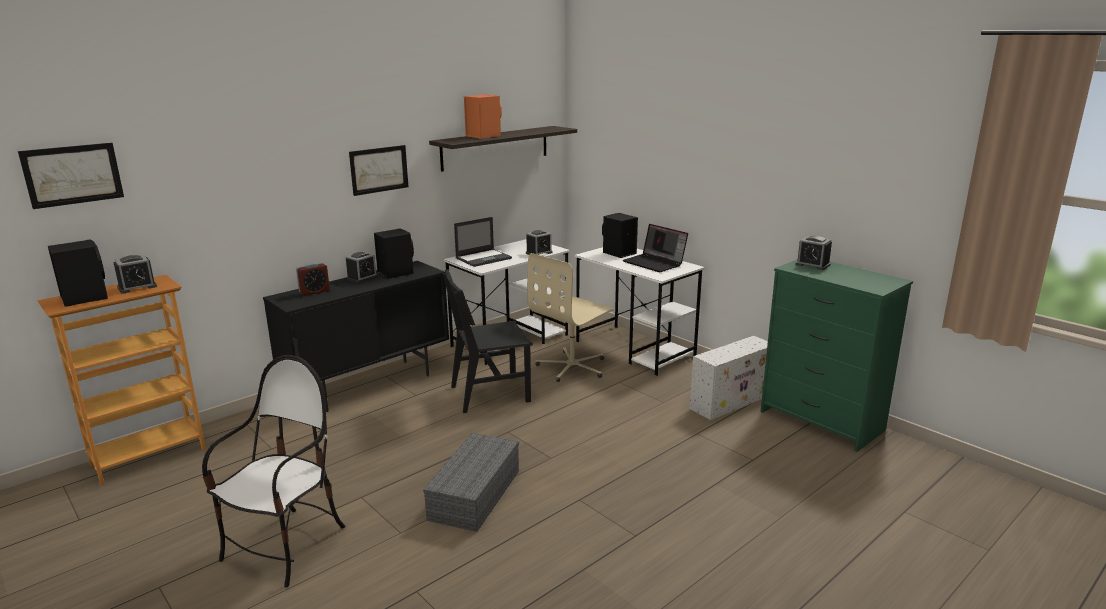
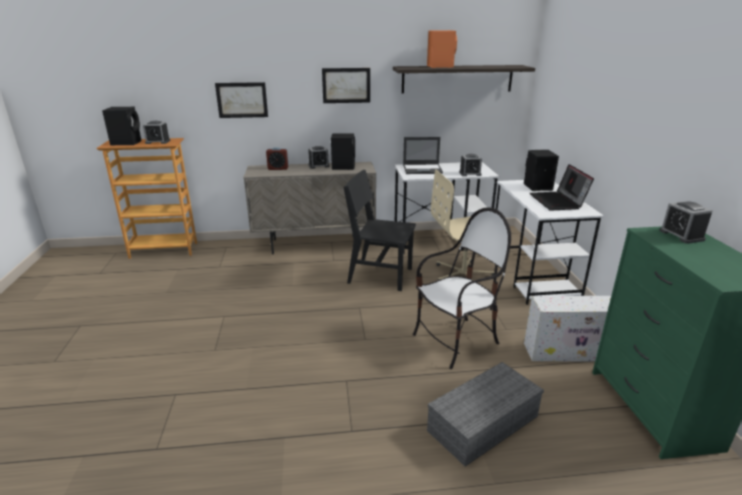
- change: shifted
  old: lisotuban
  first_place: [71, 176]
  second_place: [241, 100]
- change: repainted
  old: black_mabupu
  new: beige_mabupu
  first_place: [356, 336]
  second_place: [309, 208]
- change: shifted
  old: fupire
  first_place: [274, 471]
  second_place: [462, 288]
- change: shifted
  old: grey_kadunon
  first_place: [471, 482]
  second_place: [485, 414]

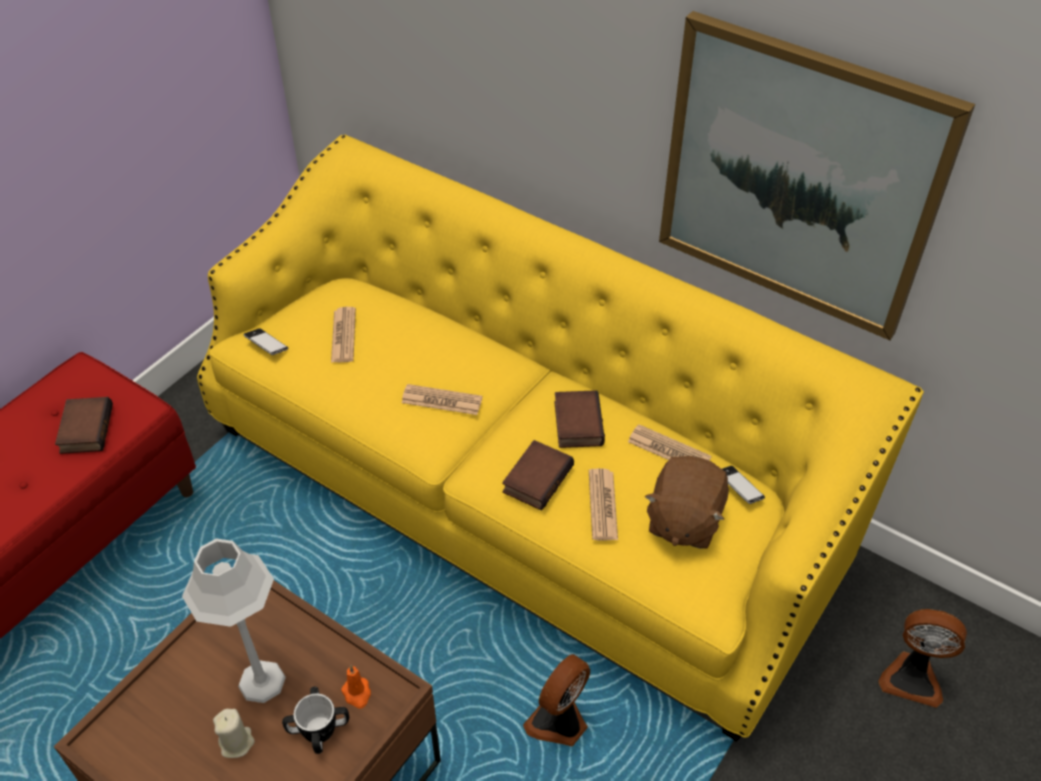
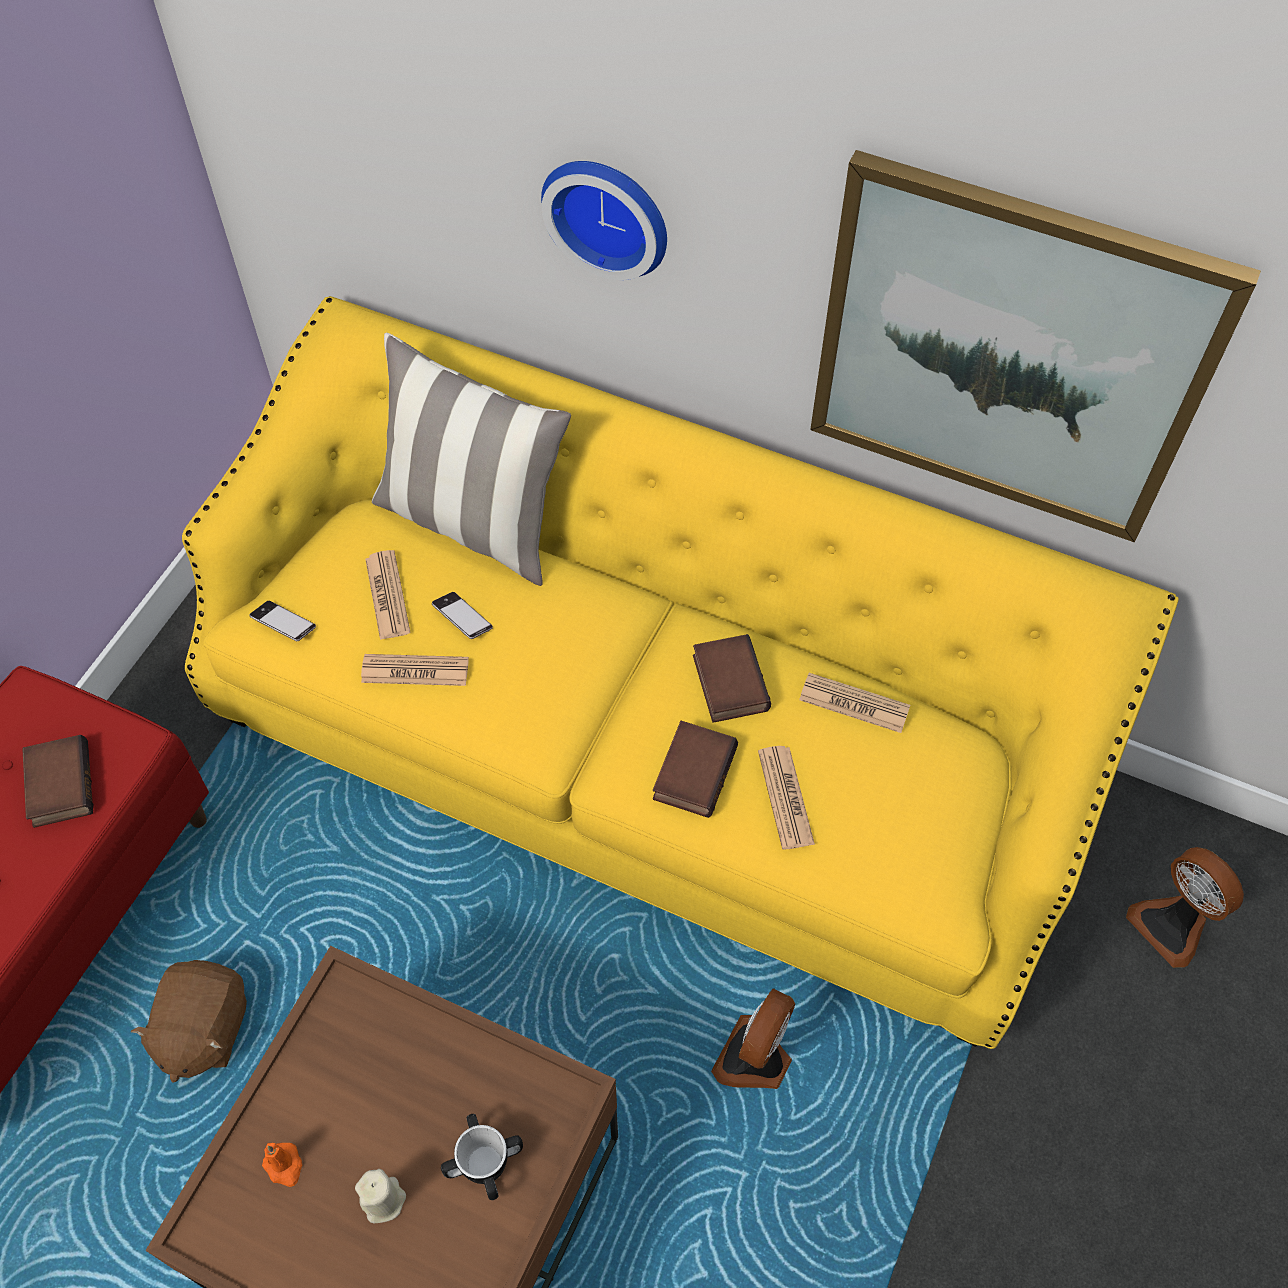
- change: shifted
  old: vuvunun
  first_place: [442, 399]
  second_place: [415, 670]
- change: shifted
  old: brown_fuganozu
  first_place: [687, 502]
  second_place: [189, 1021]
- change: shifted
  old: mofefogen
  first_place: [743, 485]
  second_place: [462, 615]
- change: gone
  old: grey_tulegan
  first_place: [234, 621]
- change: rotated
  old: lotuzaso
  first_place: [923, 658]
  second_place: [1185, 907]
  degrees: 45
- change: shifted
  old: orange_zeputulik
  first_place: [356, 687]
  second_place: [282, 1165]
- change: new
  new: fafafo
  second_place: [604, 220]
- change: new
  new: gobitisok
  second_place: [471, 459]

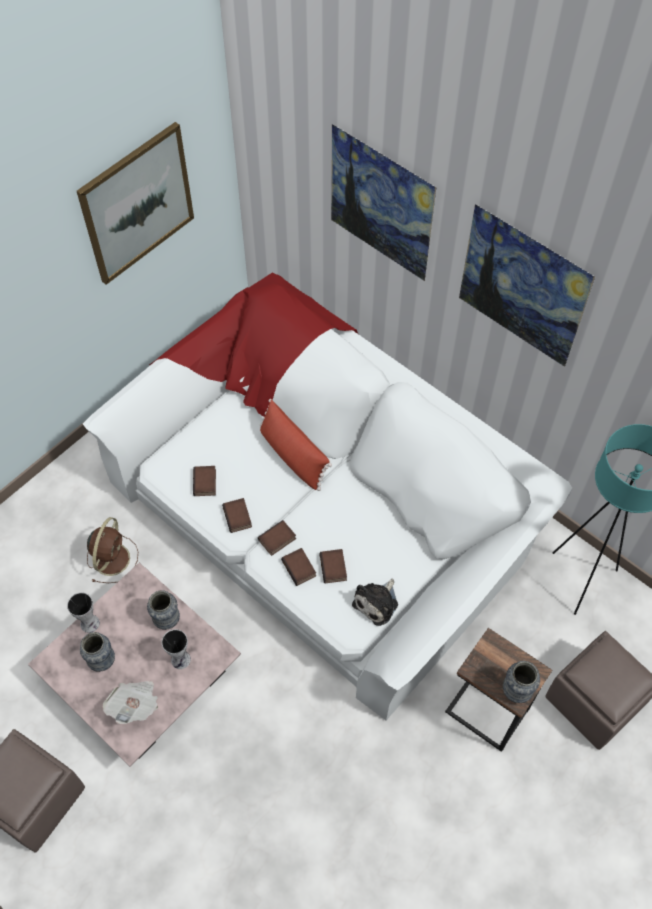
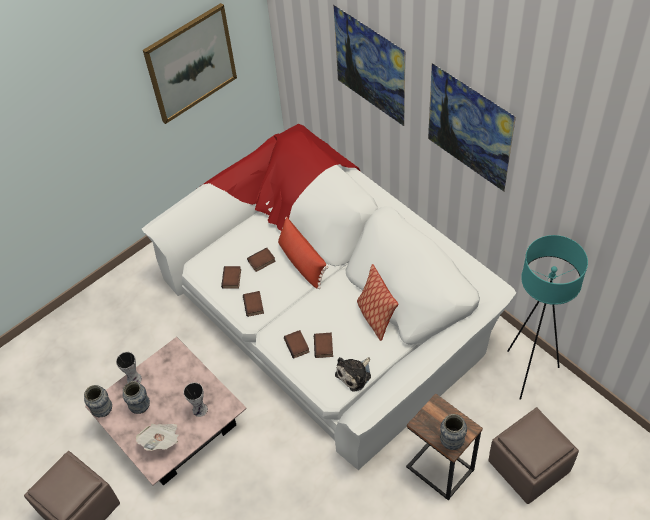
- change: gone
  old: brown_lotuzaso
  first_place: [112, 550]
- change: shifted
  old: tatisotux
  first_place: [277, 538]
  second_place: [261, 259]
- change: shifted
  old: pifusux
  first_place: [163, 610]
  second_place: [98, 401]
- change: new
  new: gobitisok
  second_place: [377, 302]

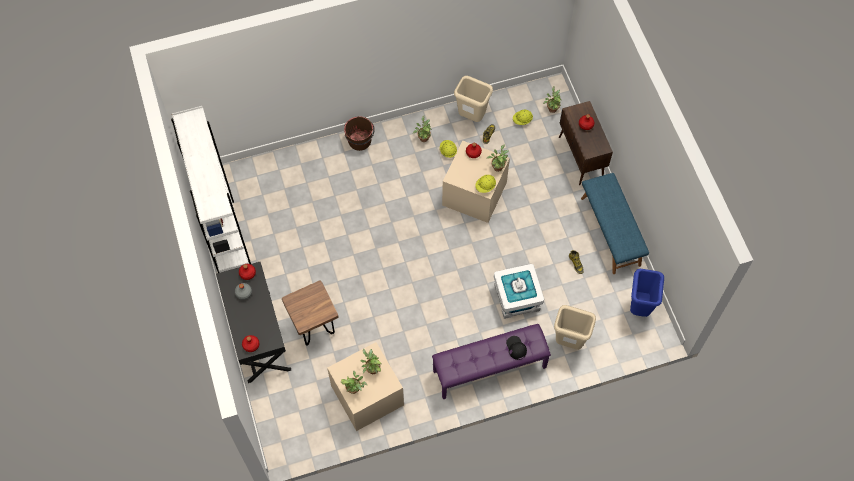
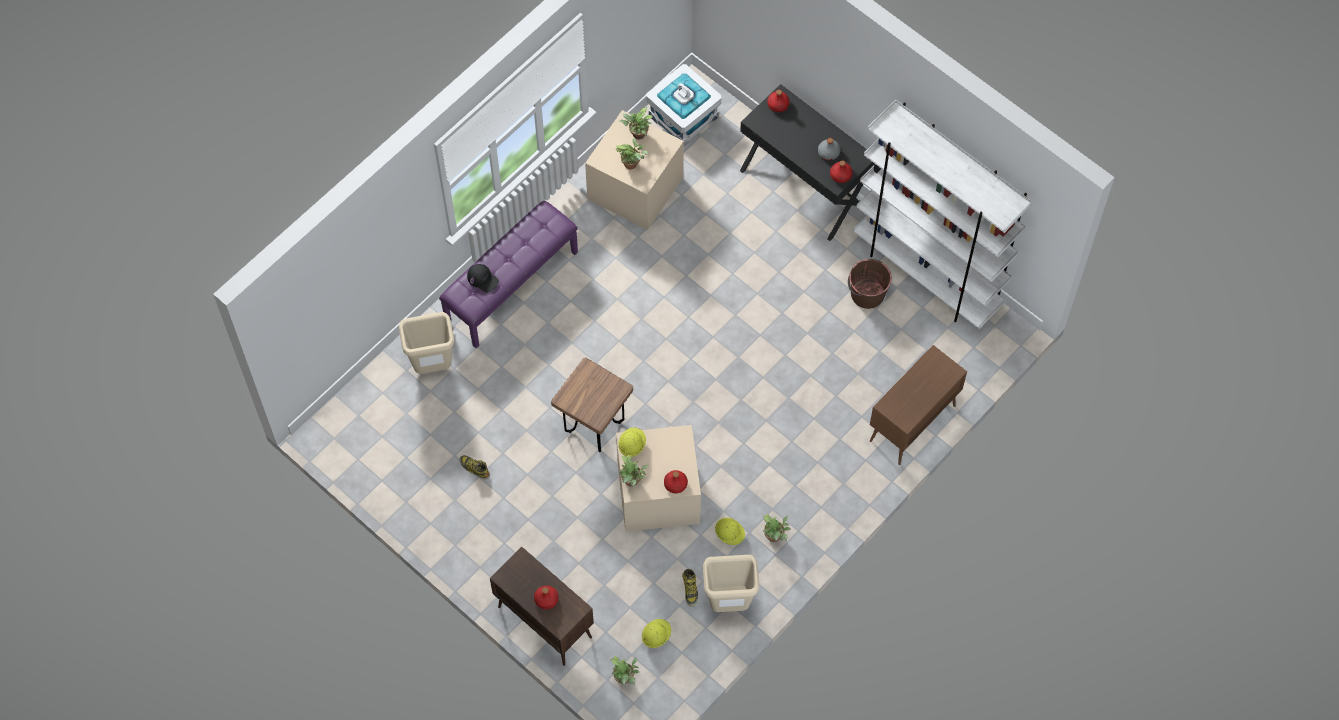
- change: shifted
  old: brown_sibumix
  first_place: [359, 133]
  second_place: [870, 284]
- change: gone
  old: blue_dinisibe
  first_place: [615, 223]
- change: shifted
  old: white_kadunon
  first_place: [519, 291]
  second_place: [683, 105]
- change: gone
  old: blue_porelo
  first_place: [647, 293]
- change: shifted
  old: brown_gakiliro
  first_place: [310, 313]
  second_place: [592, 404]
- change: new
  new: brown_mabupu
  second_place: [918, 405]

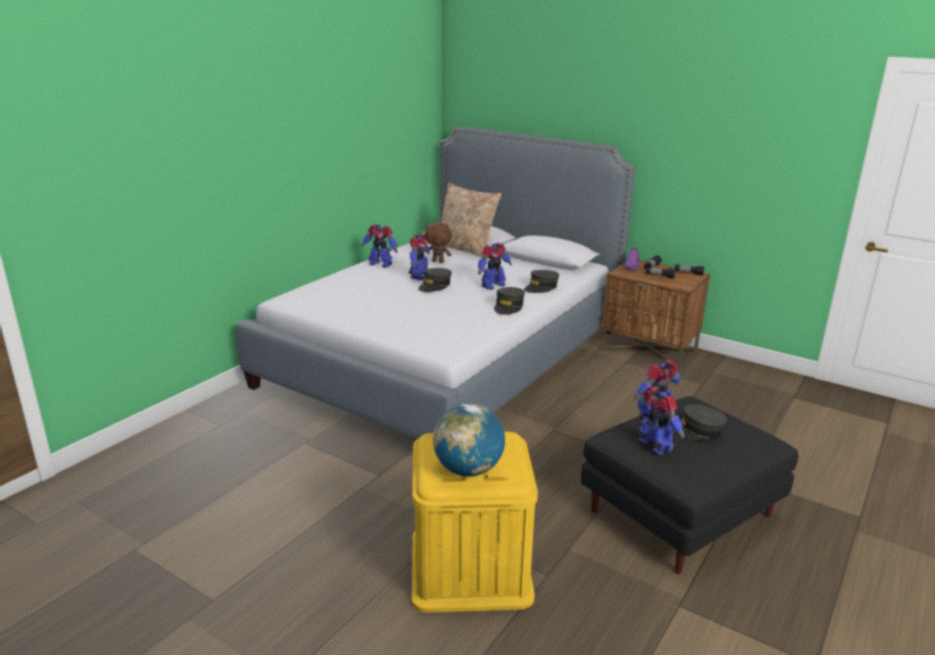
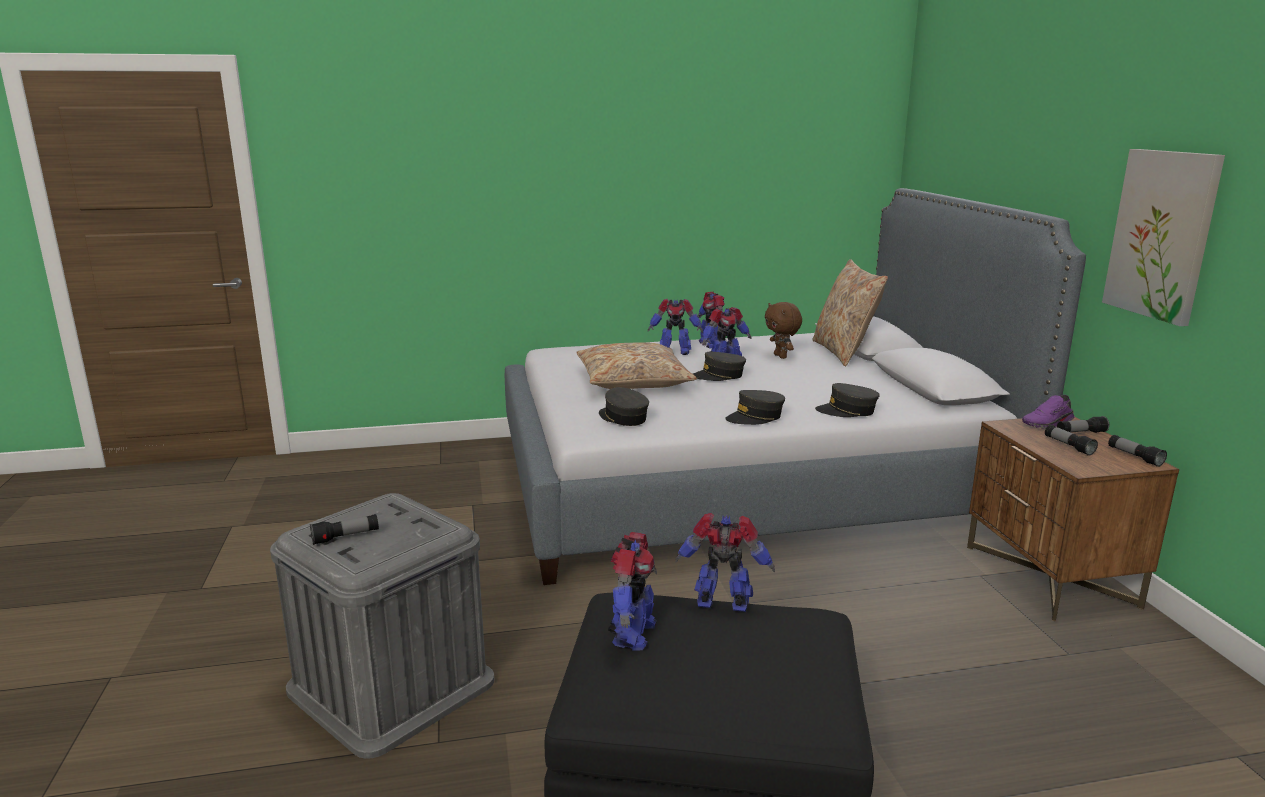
- change: shifted
  old: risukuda
  first_place: [495, 266]
  second_place: [675, 327]
- change: swapped
  old: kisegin
  new: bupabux
  first_place: [469, 440]
  second_place: [344, 529]
- change: shifted
  old: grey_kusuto
  first_place: [699, 422]
  second_place: [624, 406]
- change: repainted
  old: yellow_kadunon
  new: grey_kadunon
  first_place: [475, 522]
  second_place: [382, 626]
- change: new
  new: lisotuban
  second_place: [1163, 237]
- change: new
  new: beige_gobitisok
  second_place: [636, 365]

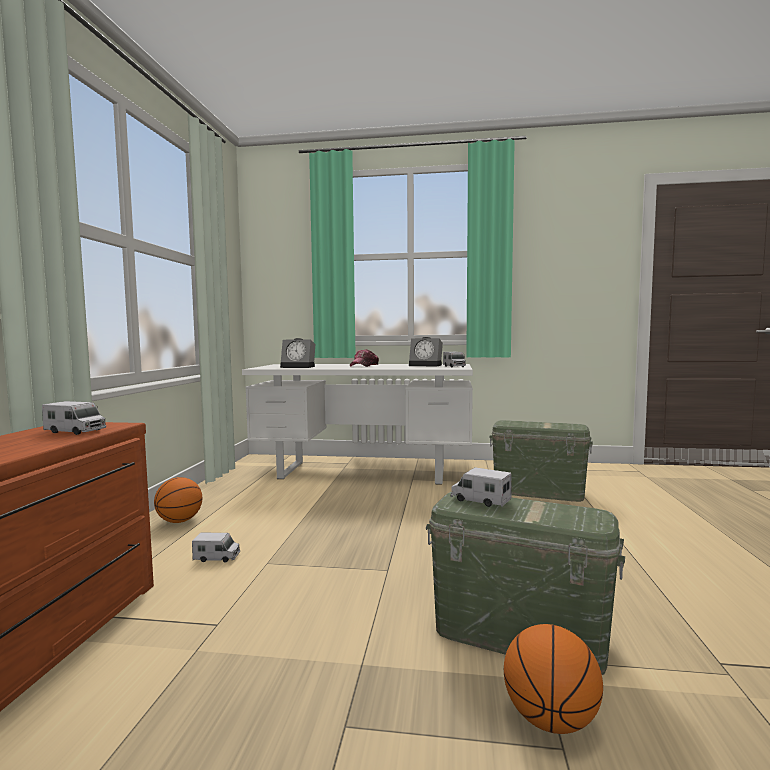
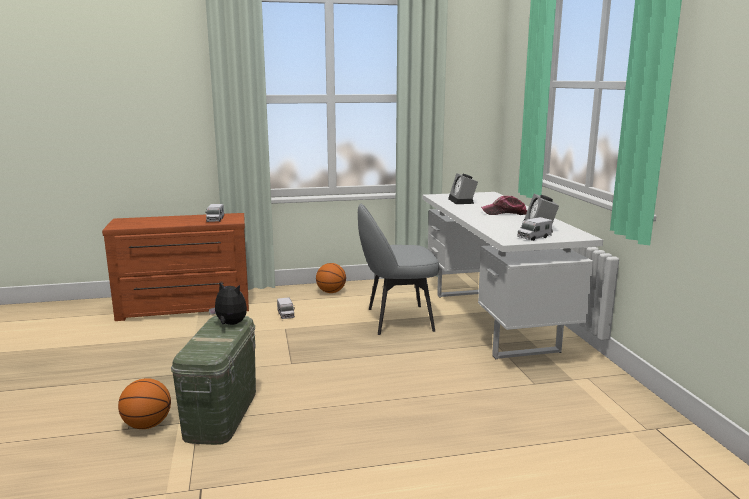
- change: gone
  old: green_kadunon
  first_place: [541, 461]
- change: swapped
  old: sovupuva
  new: fuganozu
  first_place: [481, 487]
  second_place: [228, 303]
- change: new
  new: grey_fupire
  second_place: [399, 269]

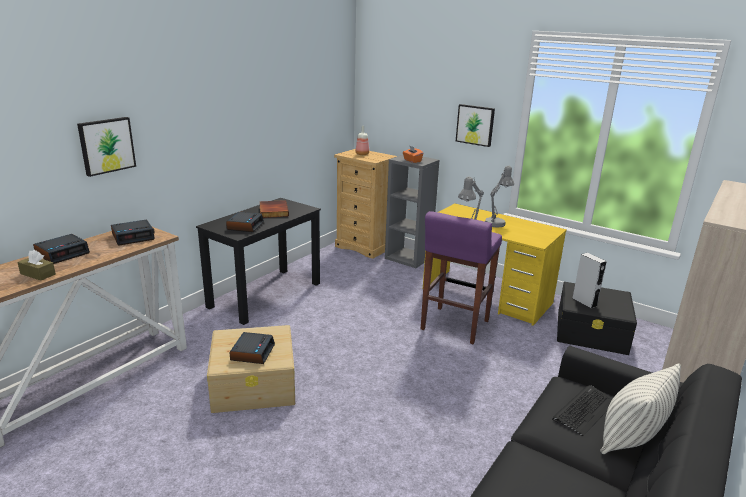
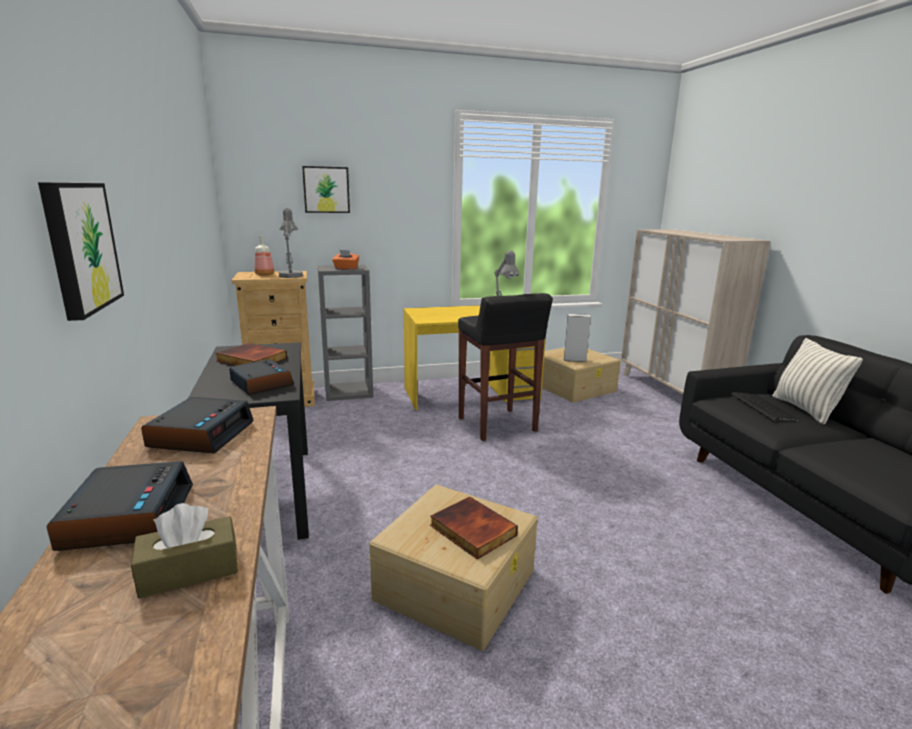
- change: shifted
  old: lisotuban
  first_place: [475, 125]
  second_place: [326, 189]
- change: shifted
  old: grey_tulegan
  first_place: [499, 196]
  second_place: [291, 243]
- change: repainted
  old: purple_gakiliro
  new: black_gakiliro
  first_place: [461, 277]
  second_place: [505, 367]
- change: repainted
  old: black_kadunon
  new: beige_kadunon
  first_place: [597, 318]
  second_place: [581, 374]
- change: swapped
  old: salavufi
  new: tatisotux
  first_place: [252, 348]
  second_place: [474, 528]

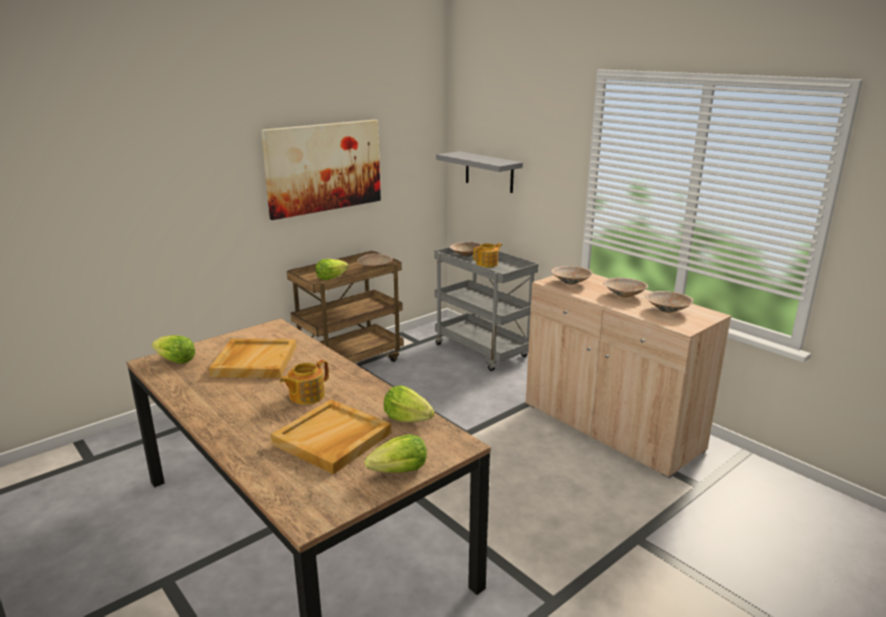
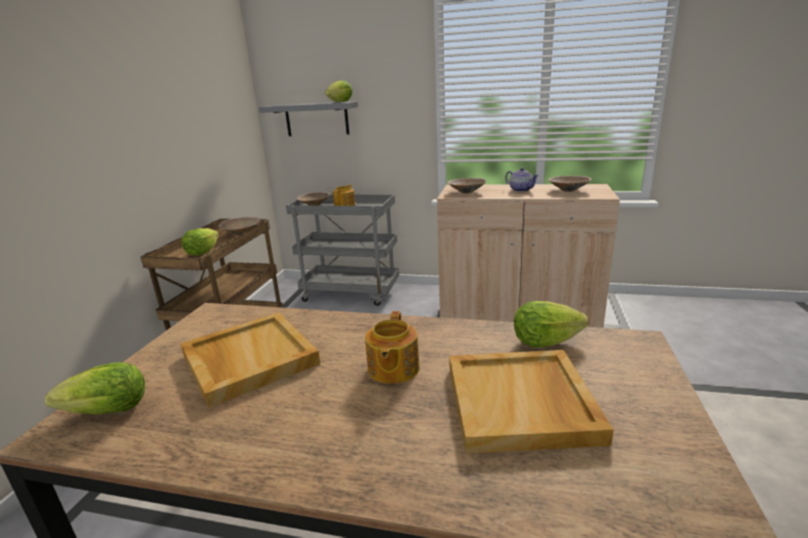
- change: gone
  old: lisotuban
  first_place: [321, 170]
- change: swapped
  old: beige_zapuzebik
  new: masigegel
  first_place: [625, 288]
  second_place: [522, 180]
- change: shifted
  old: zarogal
  first_place: [396, 453]
  second_place: [339, 91]

